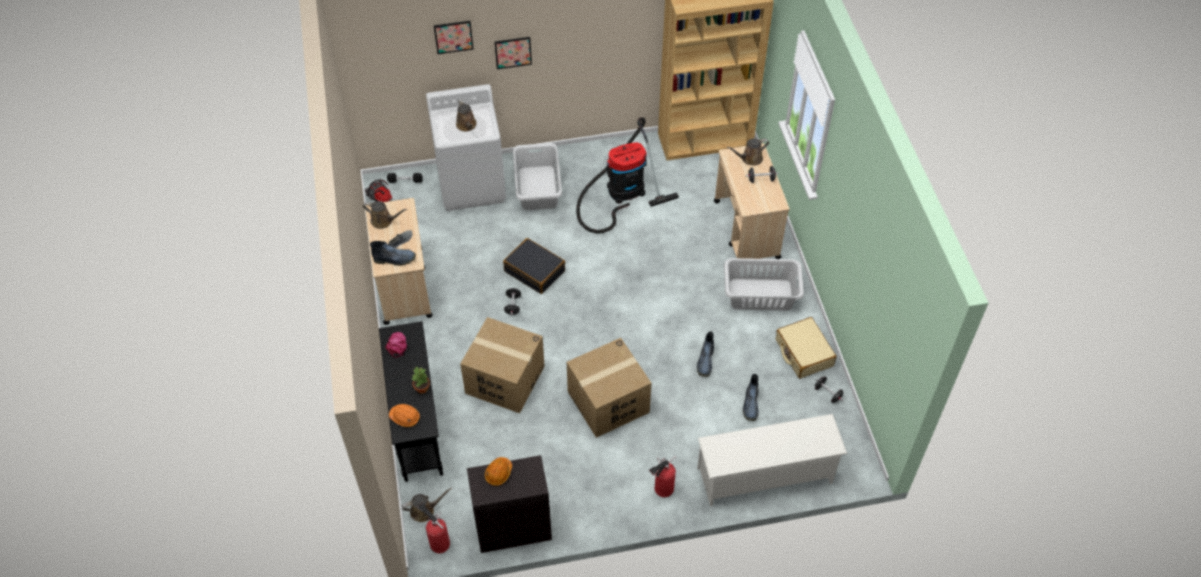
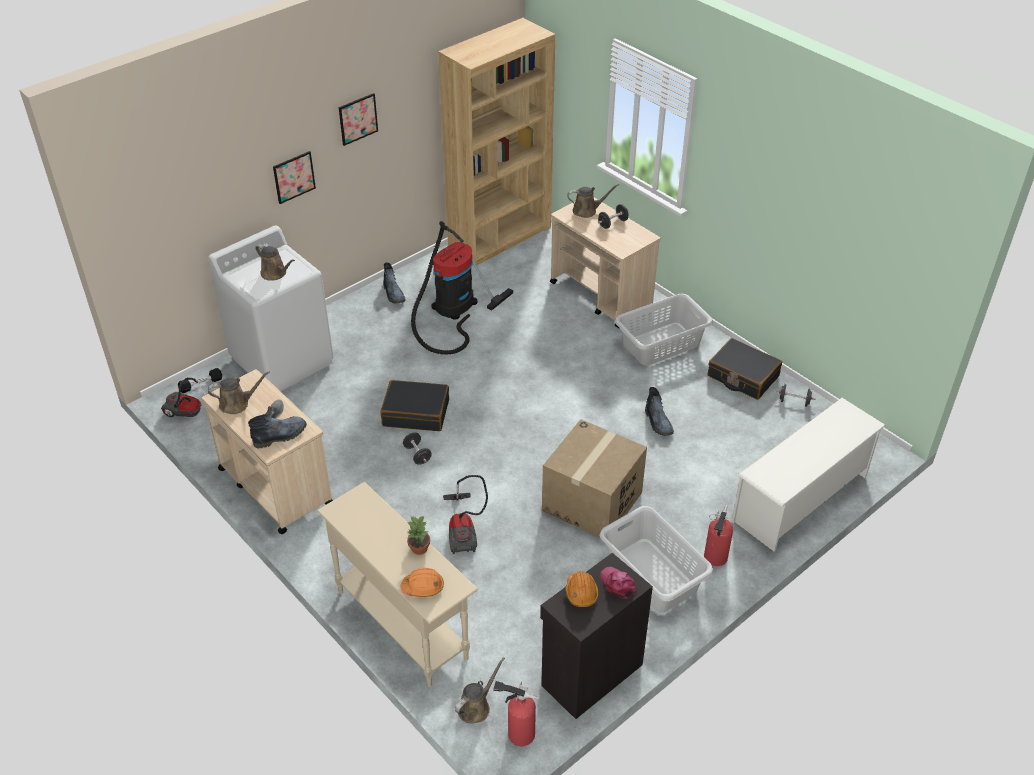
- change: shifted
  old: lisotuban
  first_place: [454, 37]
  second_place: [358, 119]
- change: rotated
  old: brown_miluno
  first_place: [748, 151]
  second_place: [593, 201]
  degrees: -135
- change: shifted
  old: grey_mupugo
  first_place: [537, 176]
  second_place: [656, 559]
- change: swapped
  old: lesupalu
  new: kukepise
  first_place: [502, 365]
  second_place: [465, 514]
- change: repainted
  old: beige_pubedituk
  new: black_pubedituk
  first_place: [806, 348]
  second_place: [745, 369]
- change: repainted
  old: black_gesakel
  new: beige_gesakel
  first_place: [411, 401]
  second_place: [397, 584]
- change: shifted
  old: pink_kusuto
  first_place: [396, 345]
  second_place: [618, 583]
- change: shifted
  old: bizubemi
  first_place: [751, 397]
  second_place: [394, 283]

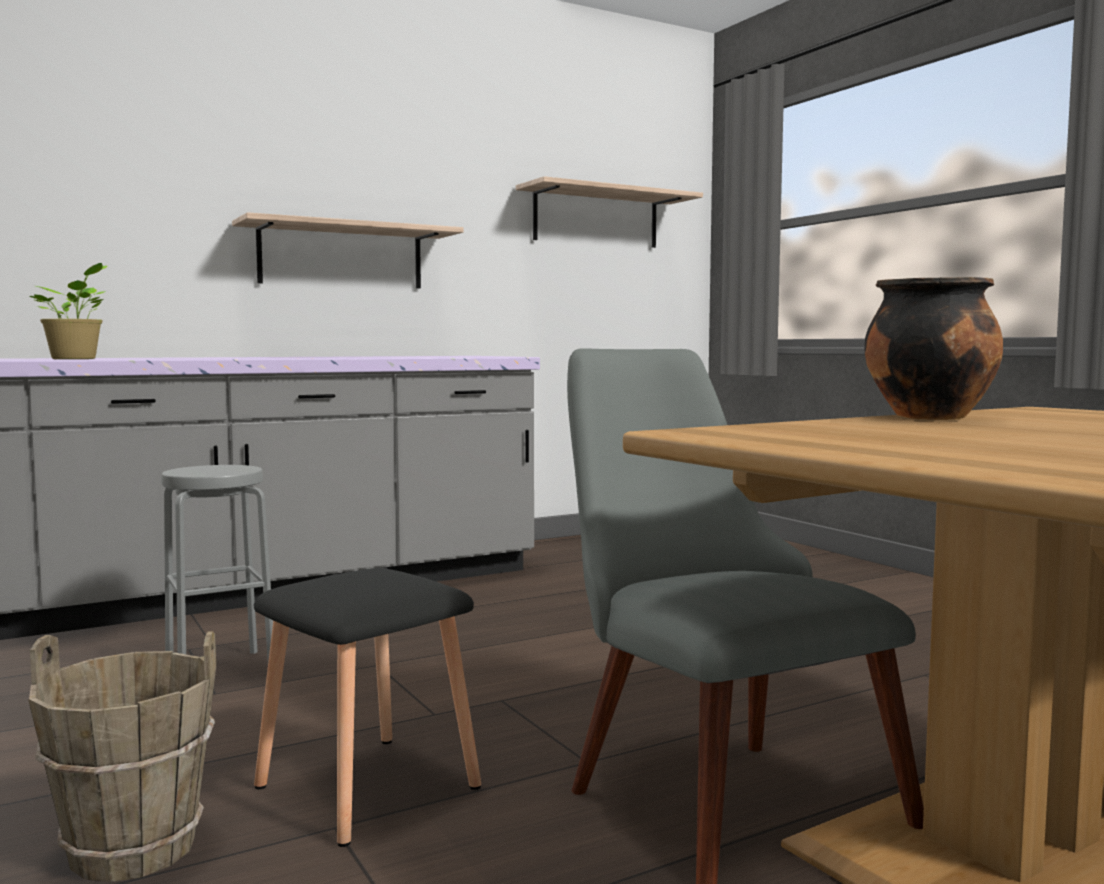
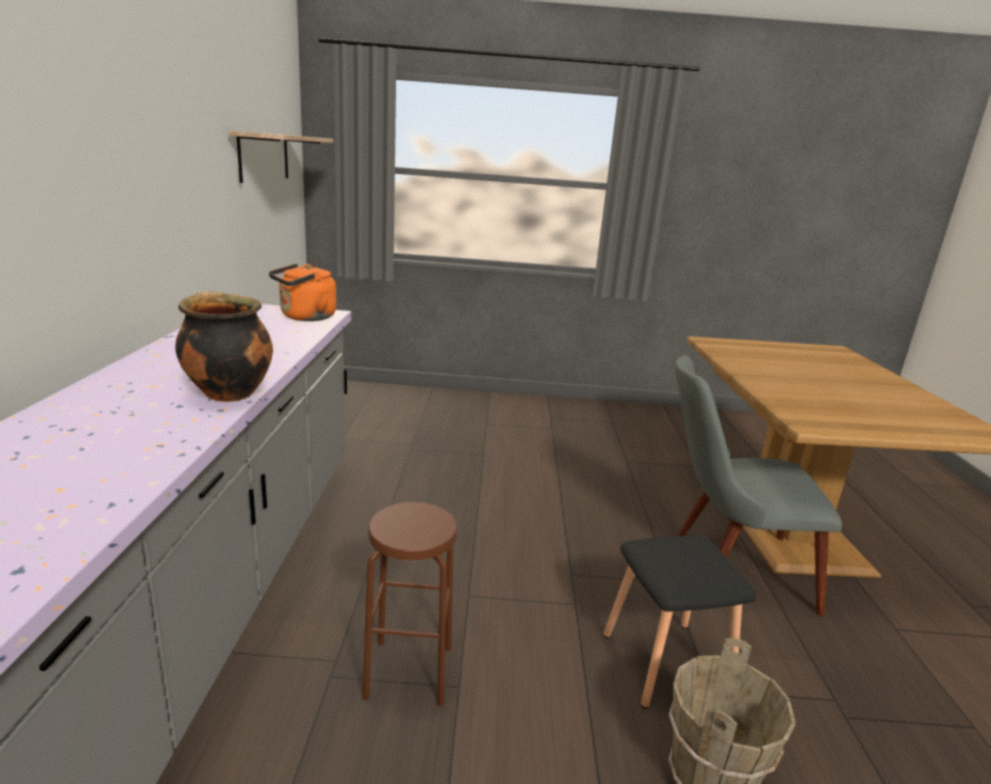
- change: gone
  old: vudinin
  first_place: [347, 250]
- change: gone
  old: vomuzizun
  first_place: [68, 311]
- change: shifted
  old: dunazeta
  first_place: [934, 348]
  second_place: [224, 347]
- change: repainted
  old: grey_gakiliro
  new: brown_gakiliro
  first_place: [217, 563]
  second_place: [409, 604]
- change: new
  new: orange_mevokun
  second_place: [303, 292]

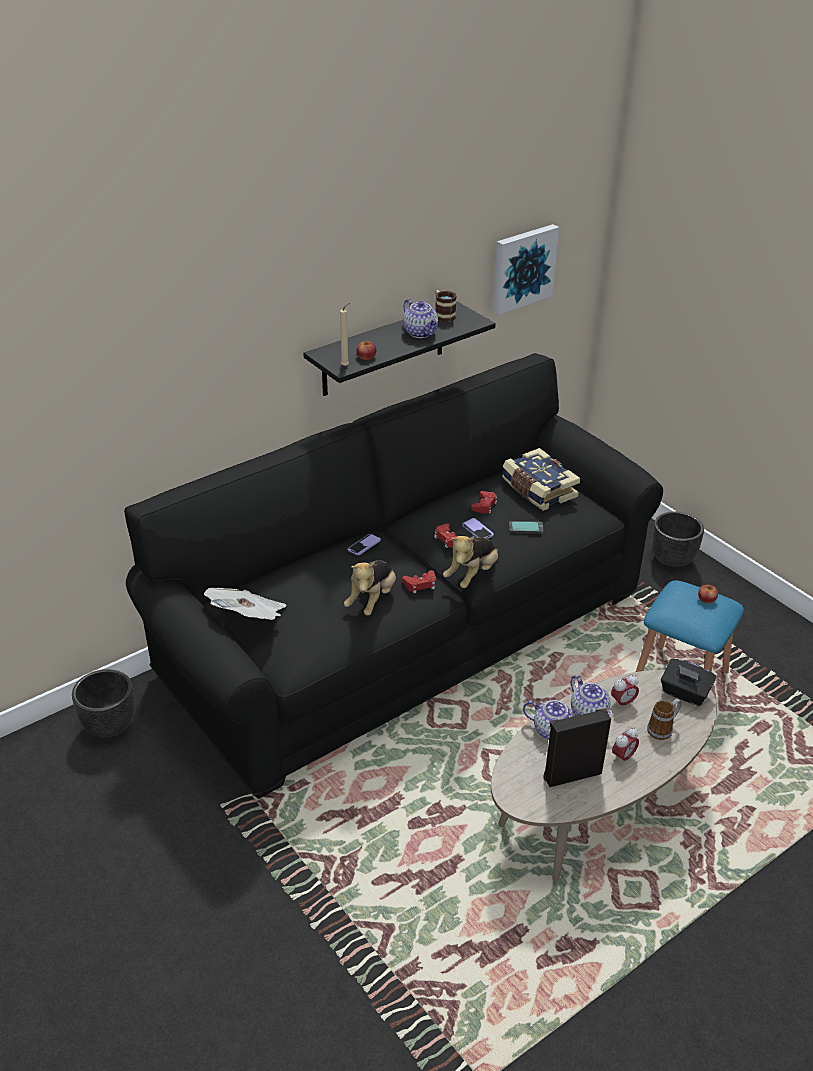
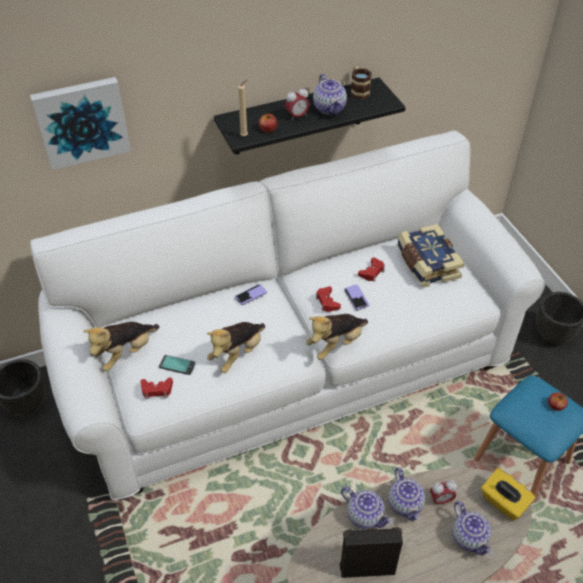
- change: shifted
  old: lisotuban
  first_place: [526, 269]
  second_place: [80, 123]
- change: repainted
  old: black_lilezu
  new: white_lilezu
  first_place: [393, 576]
  second_place: [287, 315]
- change: shifted
  old: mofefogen
  first_place: [526, 527]
  second_place: [177, 365]
- change: shifted
  old: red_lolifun
  first_place: [419, 582]
  second_place: [156, 388]
- change: swapped
  old: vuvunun
  new: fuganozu
  first_place: [245, 604]
  second_place: [121, 346]
- change: repainted
  old: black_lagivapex
  new: yellow_lagivapex
  first_place: [688, 682]
  second_place: [508, 494]
- change: swapped
  old: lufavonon
  new: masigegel
  first_place: [664, 719]
  second_place: [472, 528]
- change: shifted
  old: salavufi
  first_place: [625, 746]
  second_place: [297, 104]

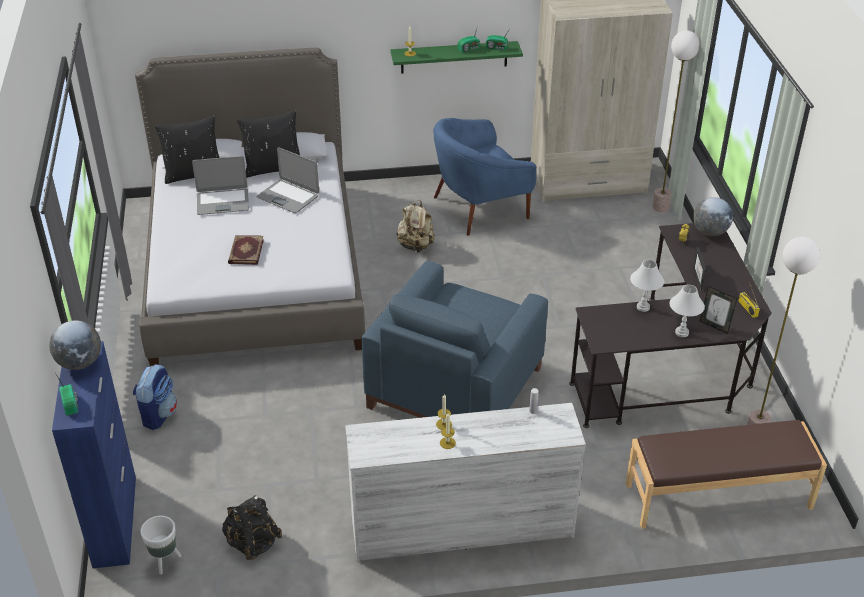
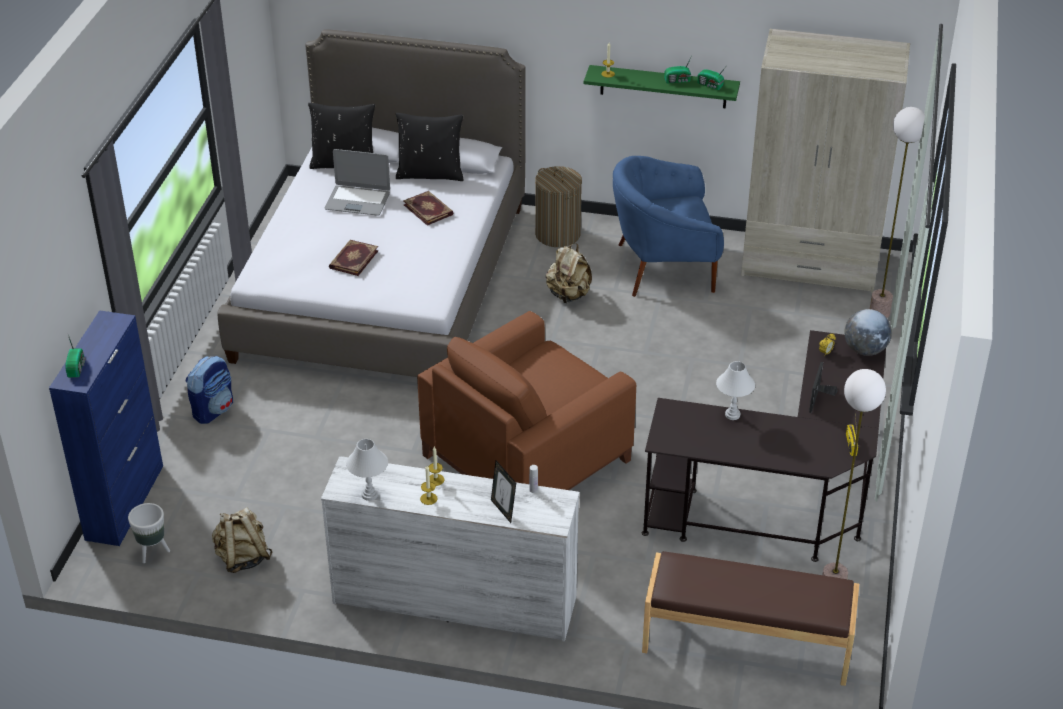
- change: swapped
  old: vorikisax
  new: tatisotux
  first_place: [288, 180]
  second_place: [428, 208]
- change: repainted
  old: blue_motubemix
  new: brown_motubemix
  first_place: [454, 339]
  second_place: [526, 400]
- change: shifted
  old: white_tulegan
  first_place: [687, 311]
  second_place: [367, 470]
- change: shifted
  old: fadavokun
  first_place: [718, 310]
  second_place: [503, 492]
- change: gone
  old: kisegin
  first_place: [75, 345]
- change: repainted
  old: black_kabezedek
  new: beige_kabezedek
  first_place: [252, 527]
  second_place: [242, 540]
- change: new
  new: mupugo
  second_place: [558, 206]

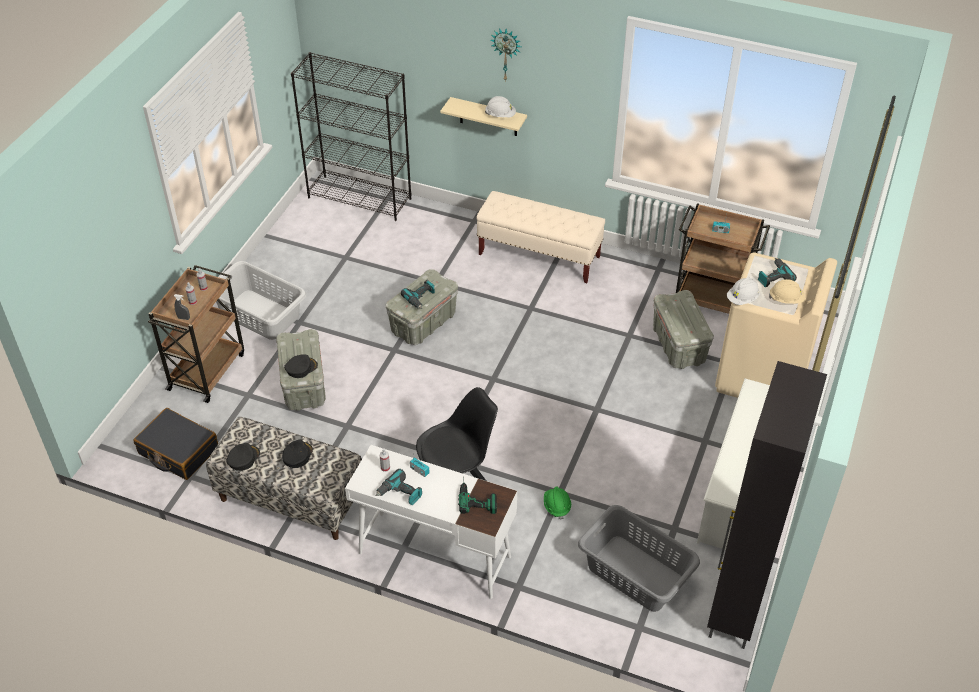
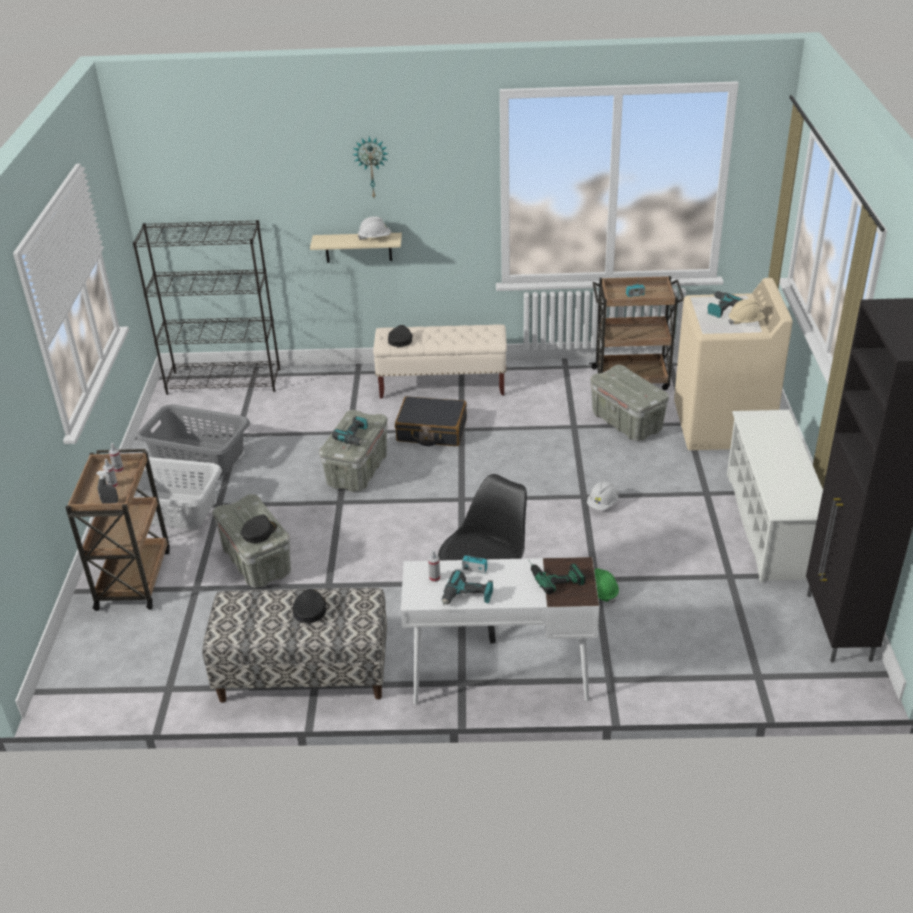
- change: shifted
  old: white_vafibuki
  first_place: [743, 291]
  second_place: [602, 495]
- change: shifted
  old: black_pubedituk
  first_place: [175, 444]
  second_place: [431, 421]
- change: shifted
  old: black_kusuto
  first_place: [243, 457]
  second_place: [400, 336]
- change: shifted
  old: grey_mupugo
  first_place: [639, 558]
  second_place: [193, 440]

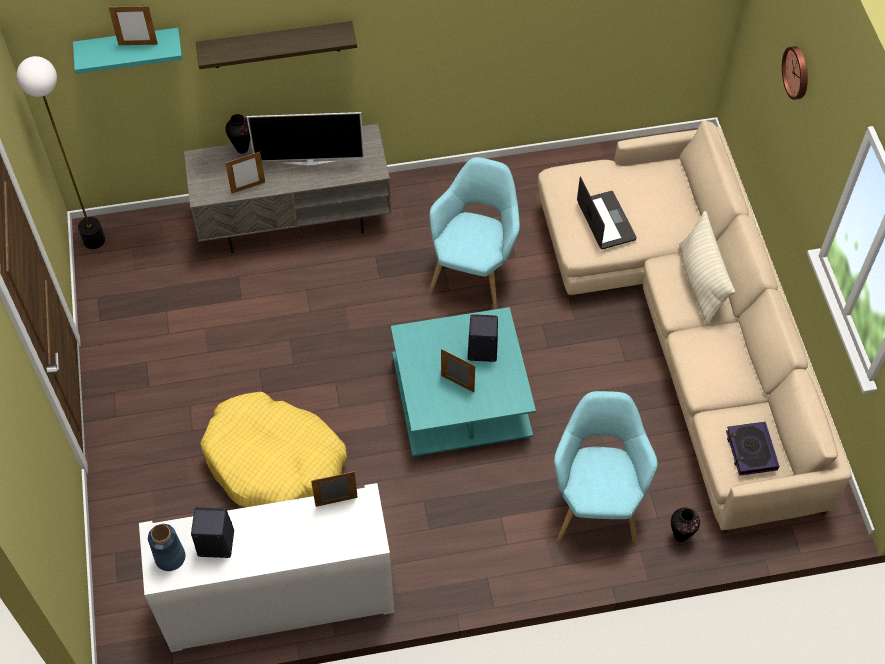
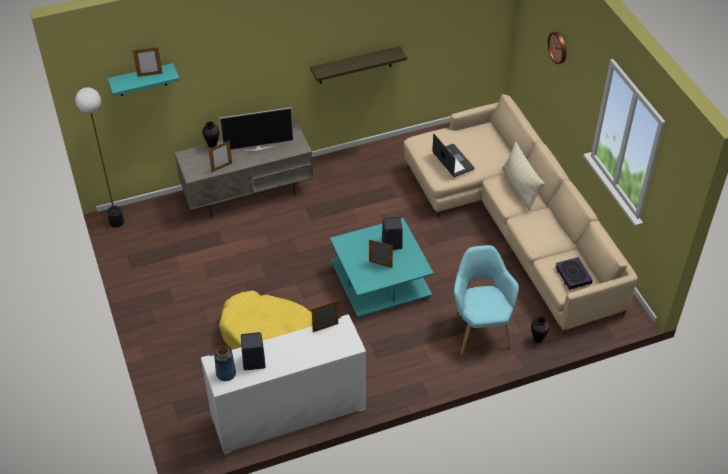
- change: shifted
  old: vudinin
  first_place: [276, 45]
  second_place: [358, 65]
- change: gone
  old: turquoise_motubemix
  first_place: [474, 233]

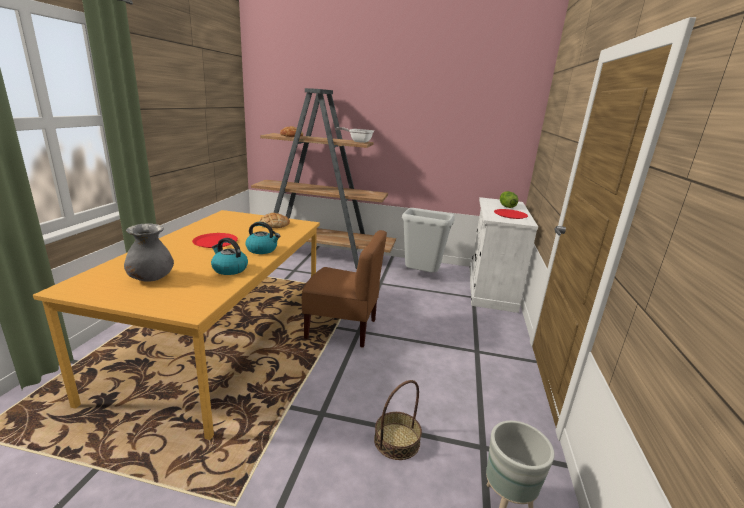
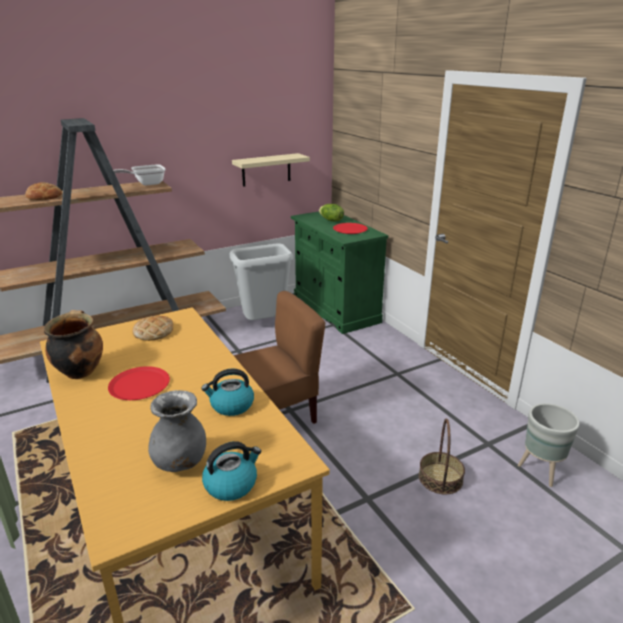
- change: repainted
  old: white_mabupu
  new: green_mabupu
  first_place: [503, 255]
  second_place: [339, 272]
- change: shifted
  old: mevokun
  first_place: [262, 238]
  second_place: [231, 471]
- change: new
  new: beige_vudinin
  second_place: [271, 170]
- change: new
  new: dunazeta
  second_place: [73, 344]

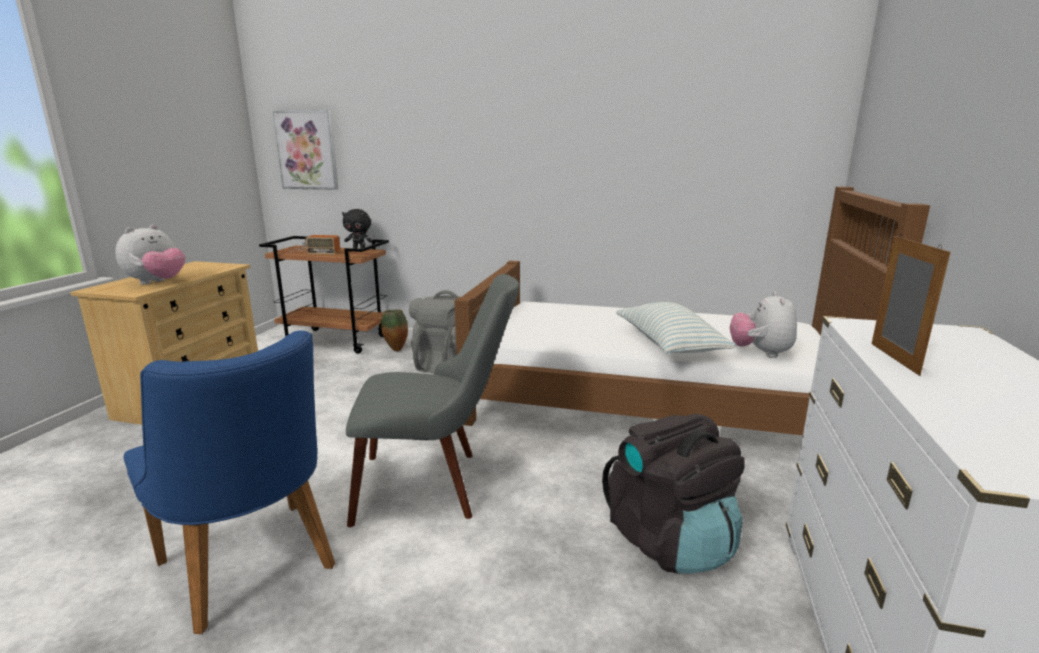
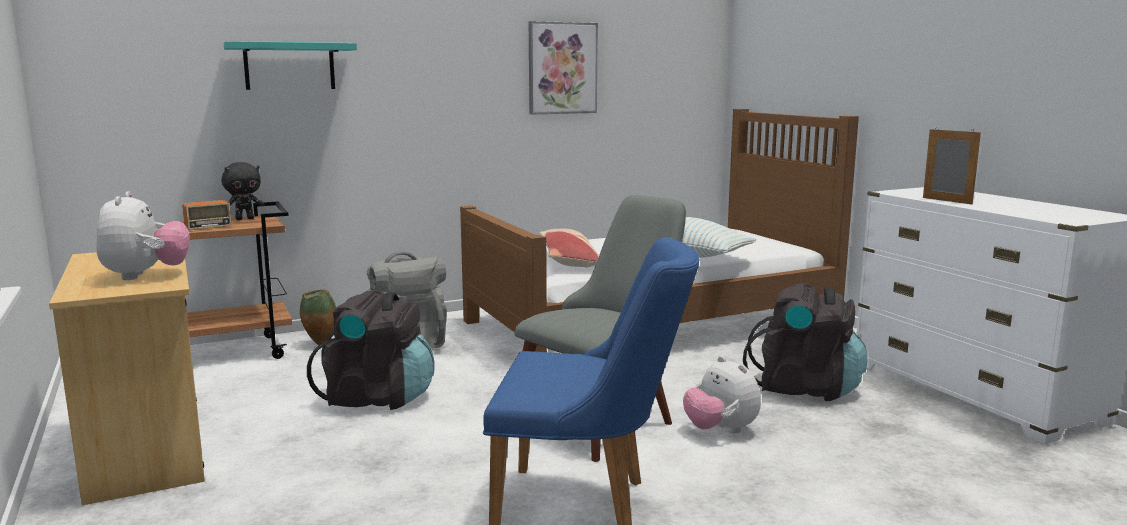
- change: shifted
  old: lisotuban
  first_place: [306, 150]
  second_place: [563, 67]
- change: shifted
  old: fuganozu
  first_place: [763, 325]
  second_place: [722, 394]
- change: new
  new: turquoise_vudinin
  second_place: [290, 65]
- change: new
  new: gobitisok
  second_place: [569, 248]
- change: new
  new: black_kabezedek
  second_place: [371, 350]

